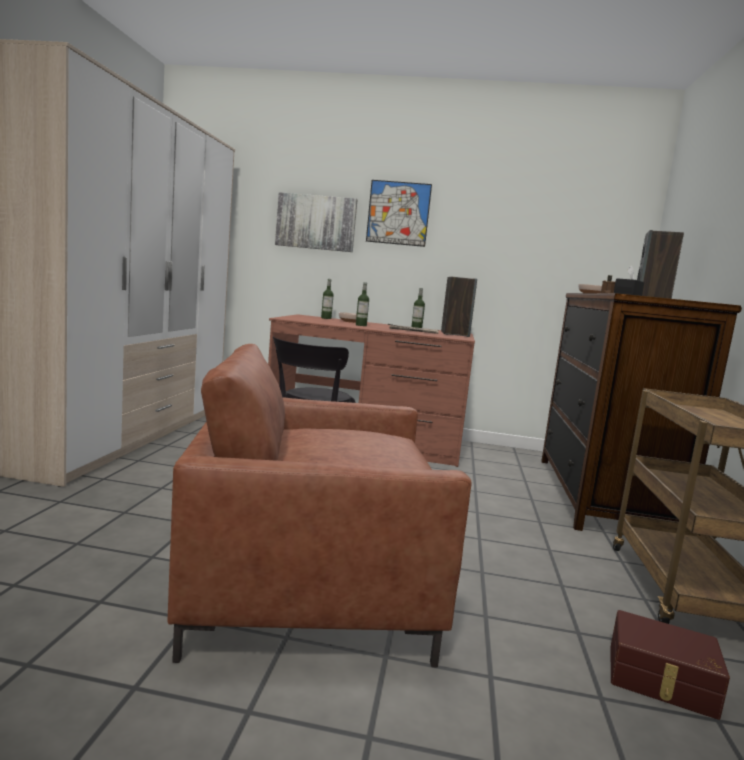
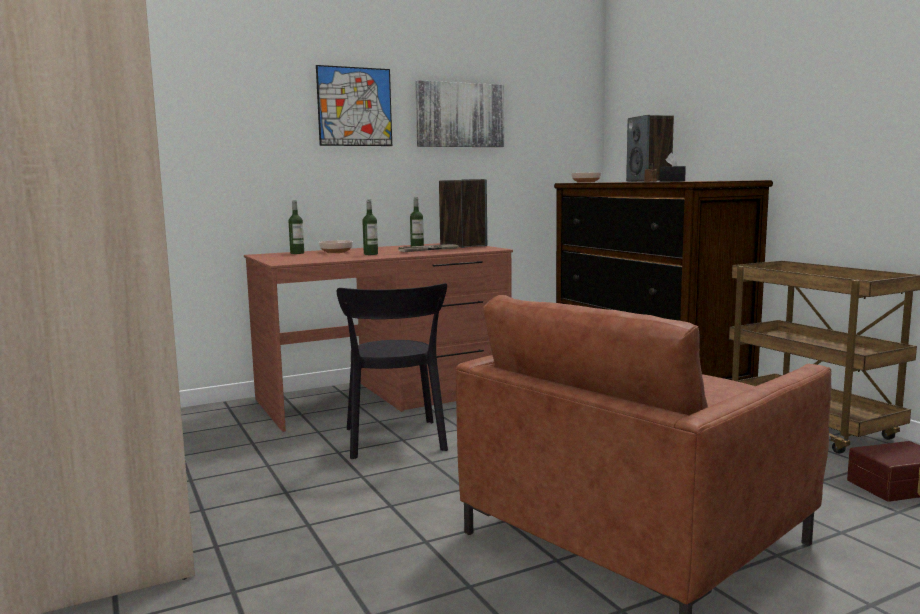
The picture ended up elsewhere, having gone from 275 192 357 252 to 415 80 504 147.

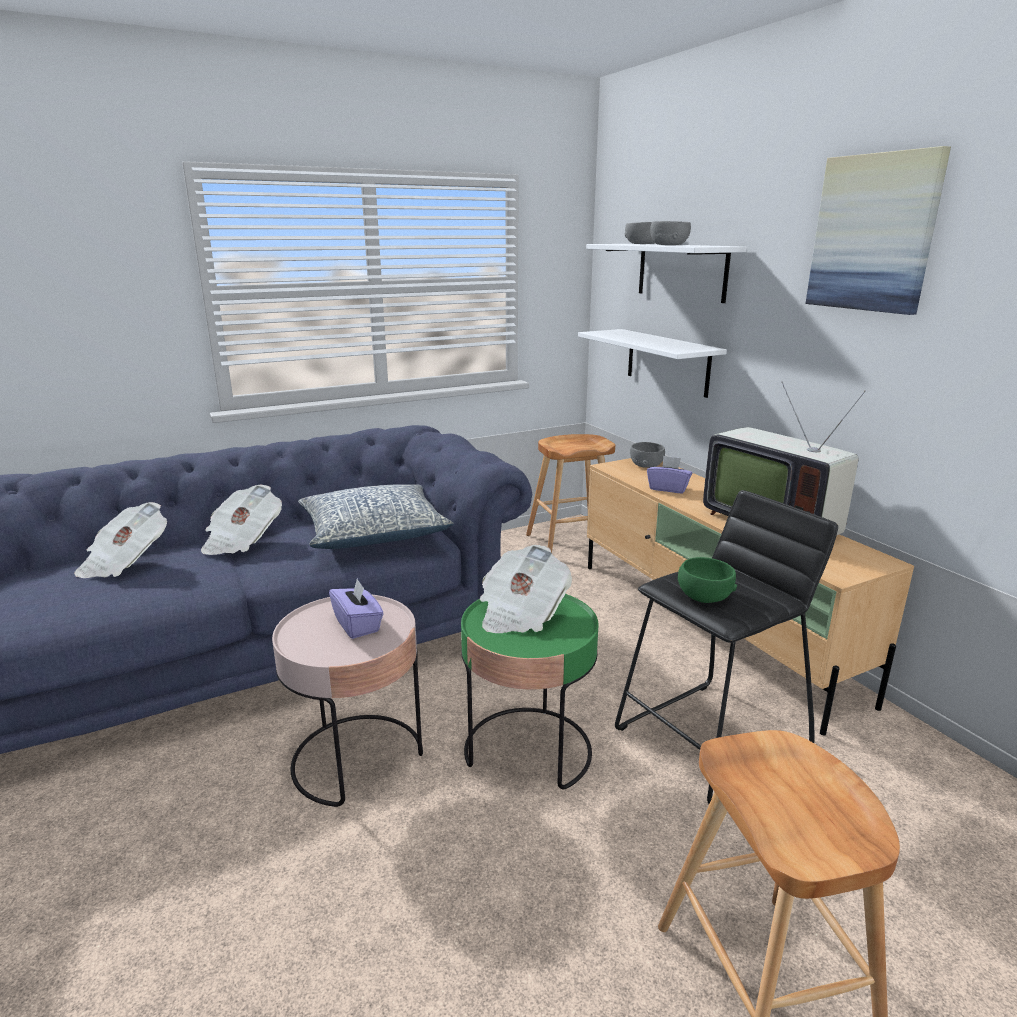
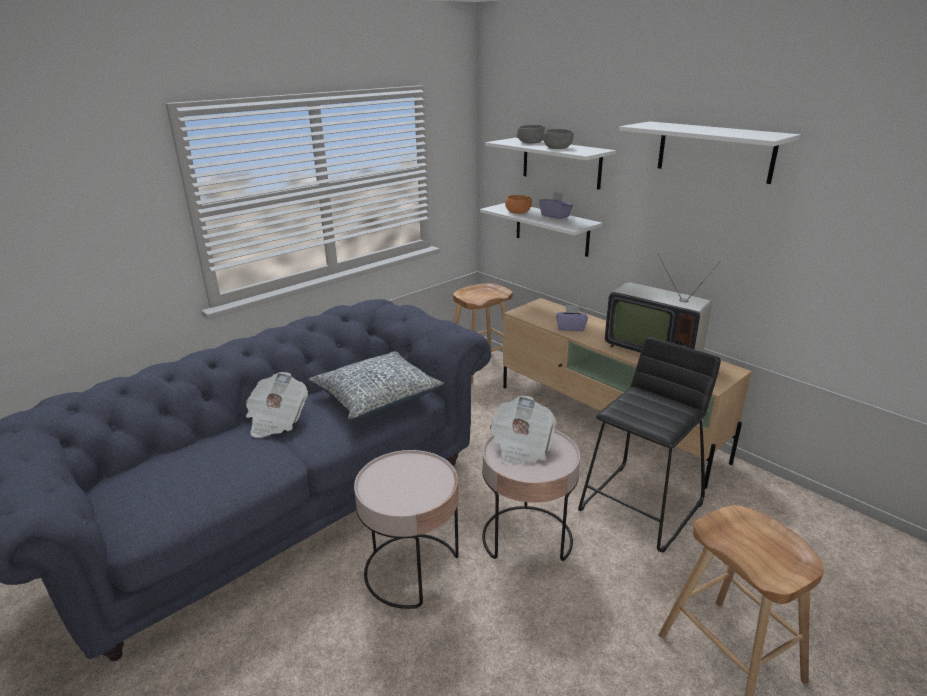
The second view lost the newspaper at 74 502 167 578.
The second view lost the bowl/grey at 630 442 665 468.
The second view lost the bowl/green at 678 557 737 603.
The second view gained the bowl/orange at 505 195 532 214.
The tissue box/purple ended up elsewhere, having gone from 329 578 384 639 to 539 192 573 219.
Where the picture hung at 805 146 951 315, the shelf/white came to hang at 619 121 801 184.
What was the side table/green at 461 594 598 789 turned into the side table/pink at 482 429 580 561.

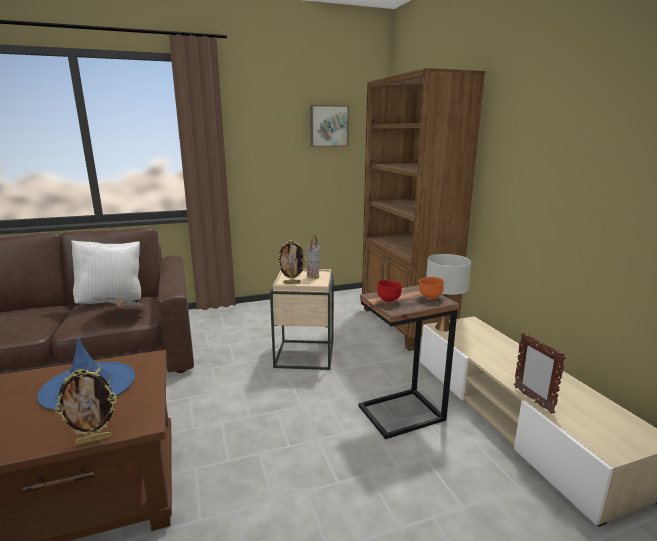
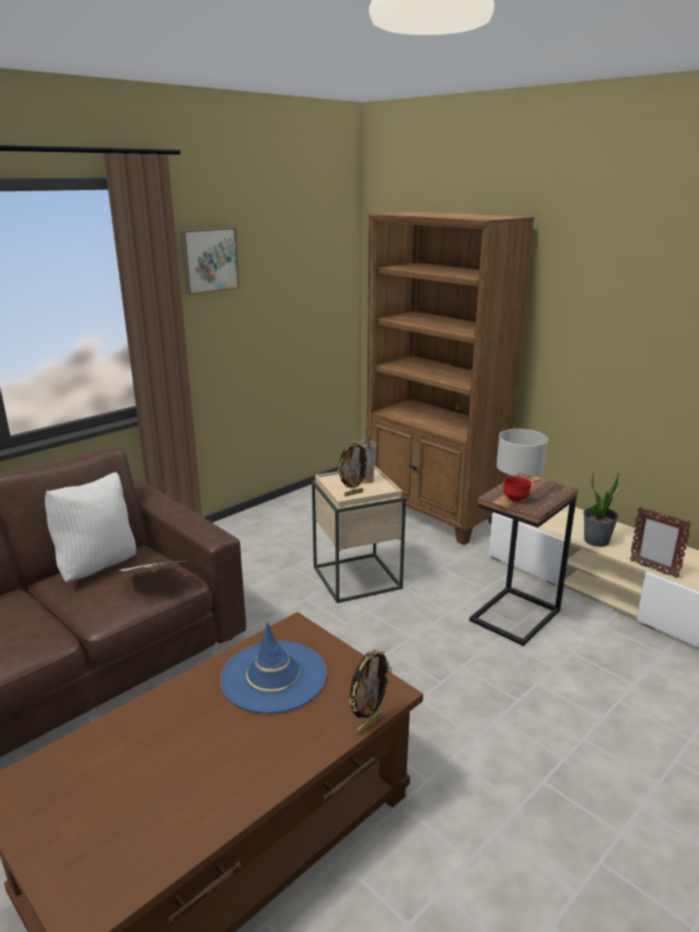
The second view lost the bowl/orange at 419 277 444 299.
The second view gained the potted plant at 583 471 619 547.
The picture ended up elsewhere, having gone from 310 105 349 147 to 180 227 240 295.

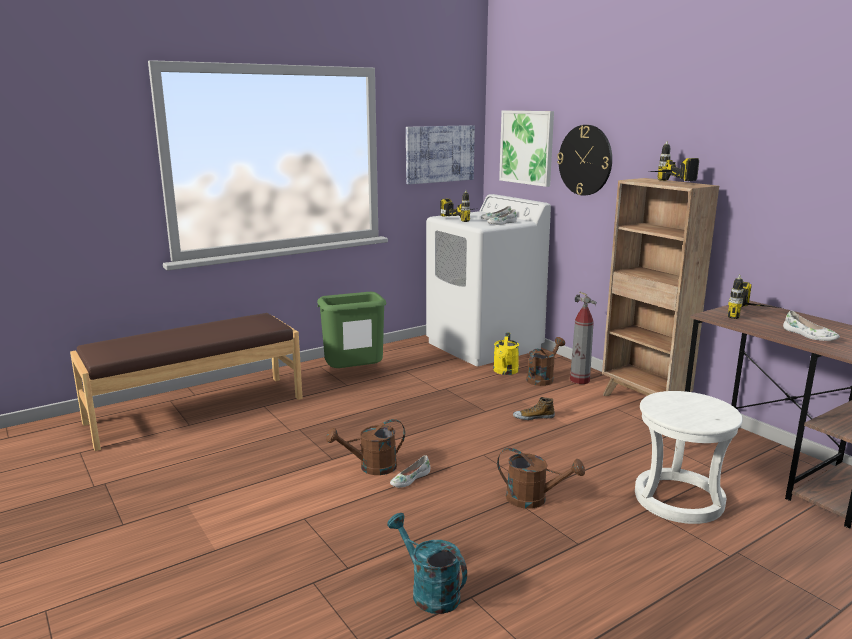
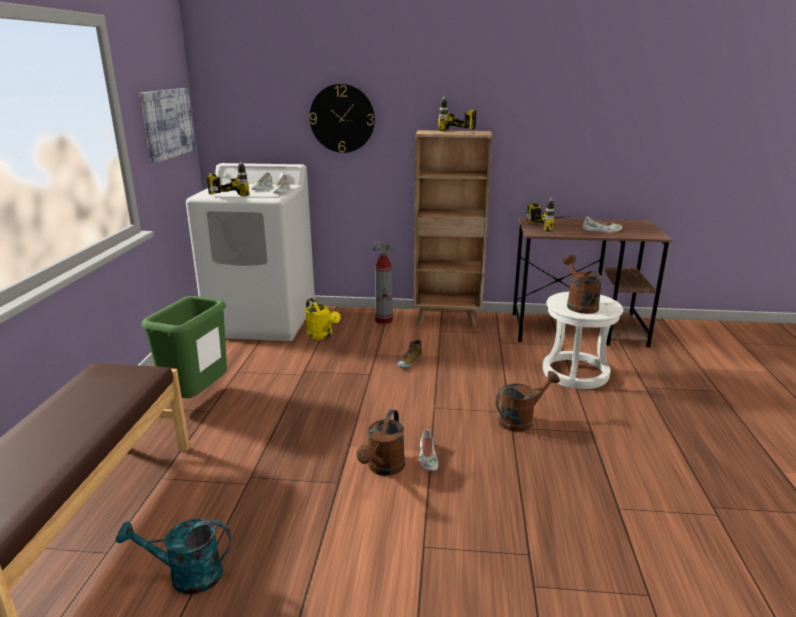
The second view lost the picture at 499 111 554 187.
The watering can/turquoise ended up elsewhere, having gone from 387 513 467 614 to 116 519 231 594.
The watering can/brown ended up elsewhere, having gone from 526 337 565 386 to 563 255 603 314.

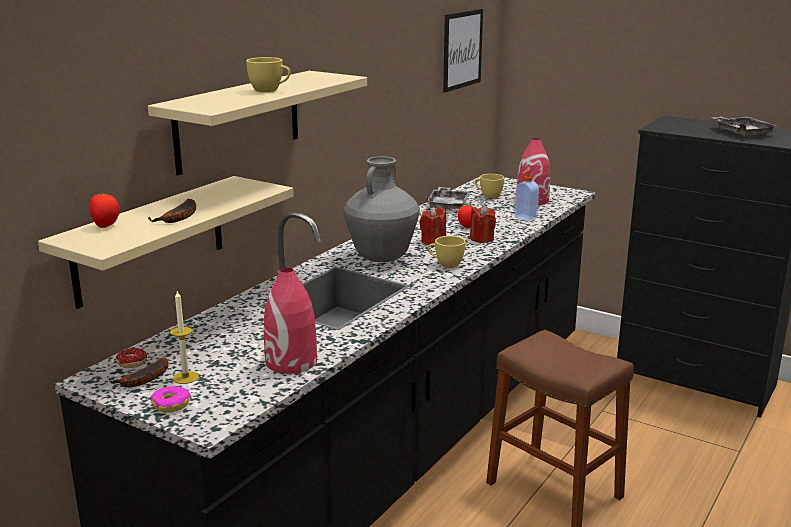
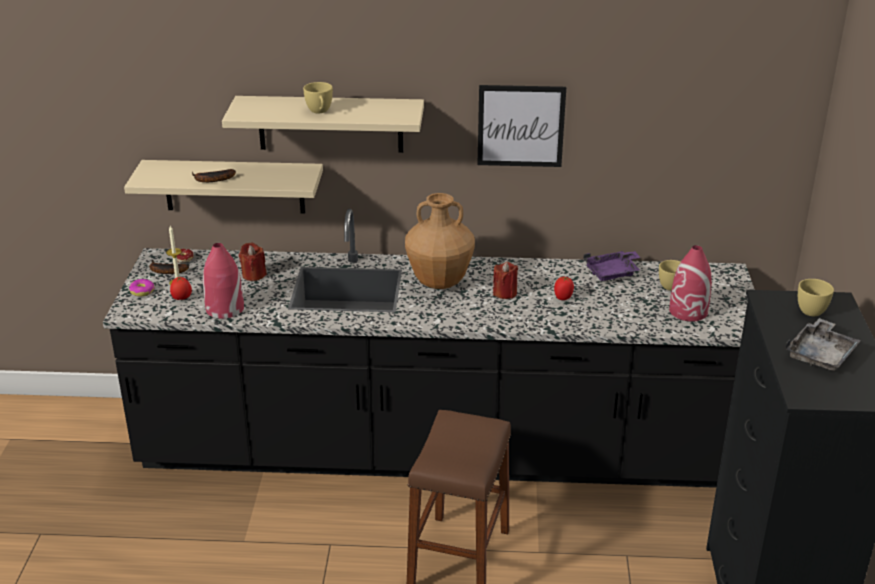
The second view lost the soap dispenser at 514 170 539 221.
The tomato ended up elsewhere, having gone from 90 193 120 228 to 170 277 192 300.
The cup/yellow ended up elsewhere, having gone from 427 236 465 268 to 798 279 834 316.
The picture ended up elsewhere, having gone from 443 9 483 93 to 477 85 566 167.
The candle/red ended up elsewhere, having gone from 470 205 496 243 to 239 243 267 281.
What was the vase/grey at 343 156 420 262 turned into the vase/brown at 405 193 475 289.
What was the tray/grey at 426 187 471 210 turned into the tray/purple at 583 251 641 281.

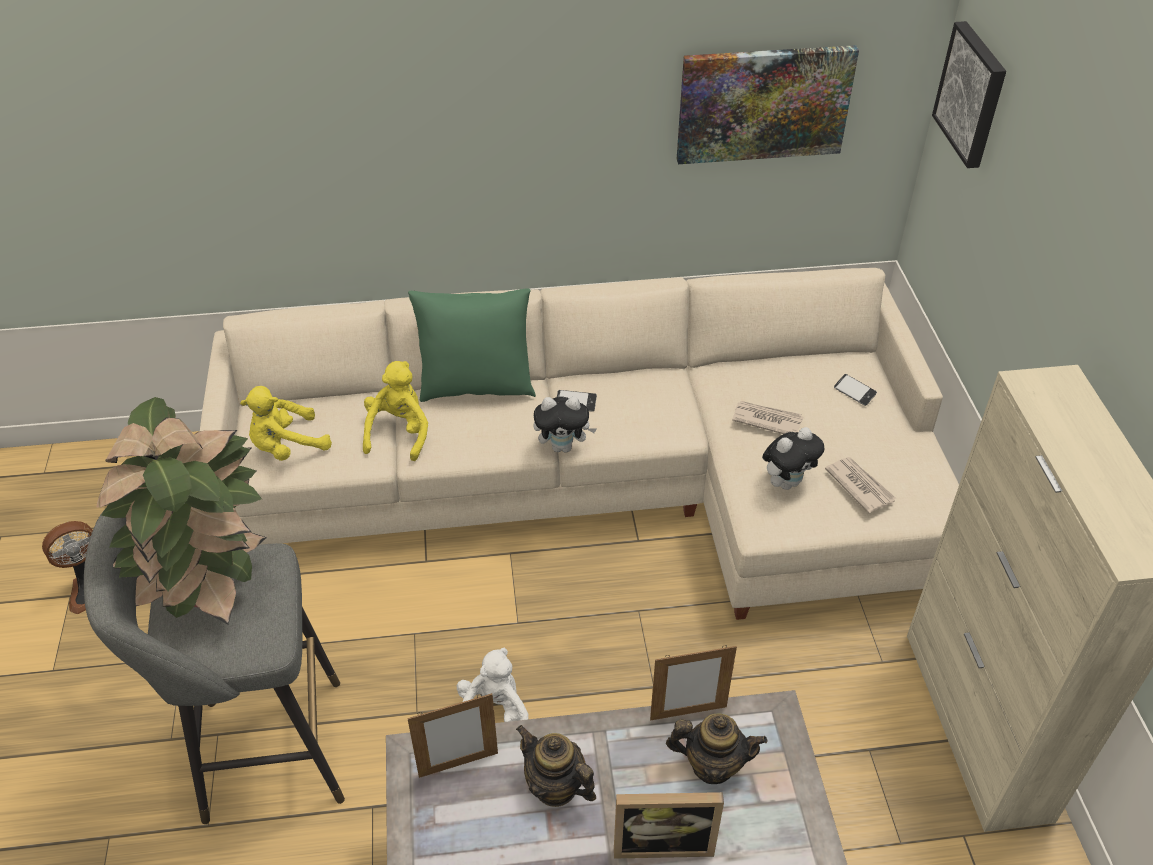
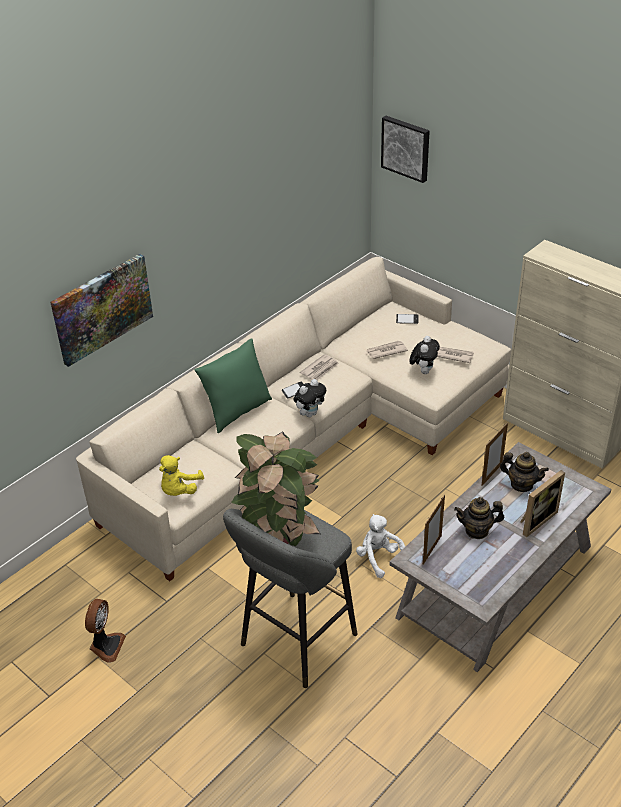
The second view lost the plush toy/yellow at 363 361 428 461.
The second view gained the newspaper at 300 354 339 380.
The picture ended up elsewhere, having gone from 677 45 859 164 to 50 254 153 367.
The teapot at 666 713 767 784 ended up facing another way, 60 degrees clockwise from before.

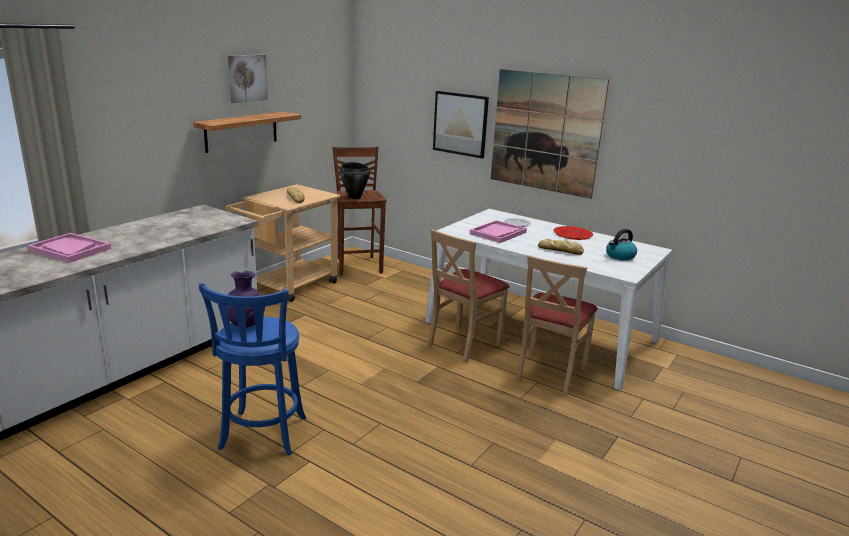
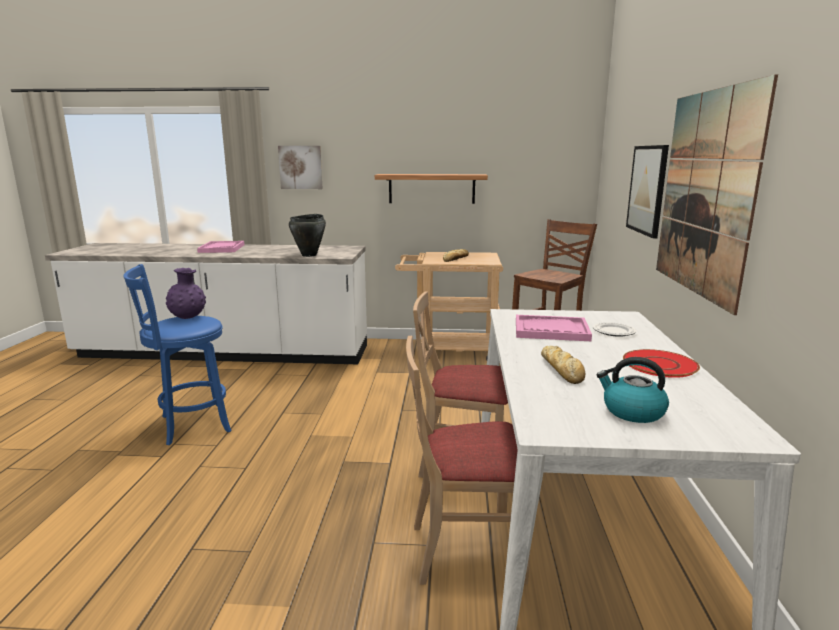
The picture ended up elsewhere, having gone from 228 55 268 103 to 278 146 323 189.
The cooking pot/black ended up elsewhere, having gone from 340 162 370 199 to 289 214 326 257.

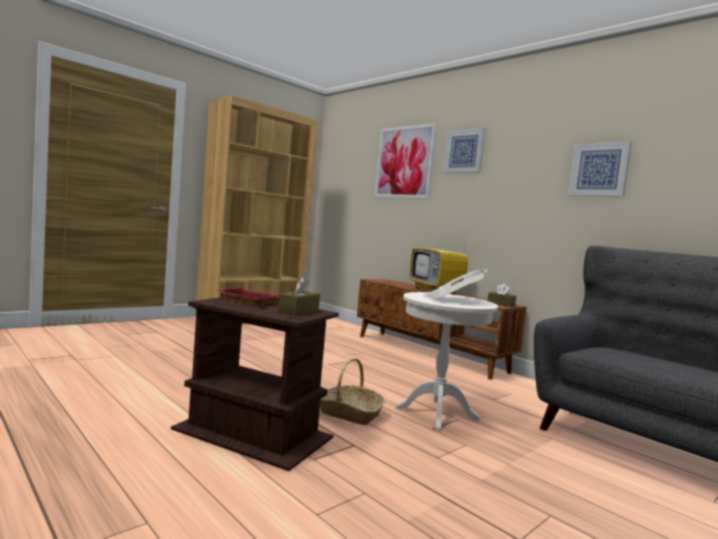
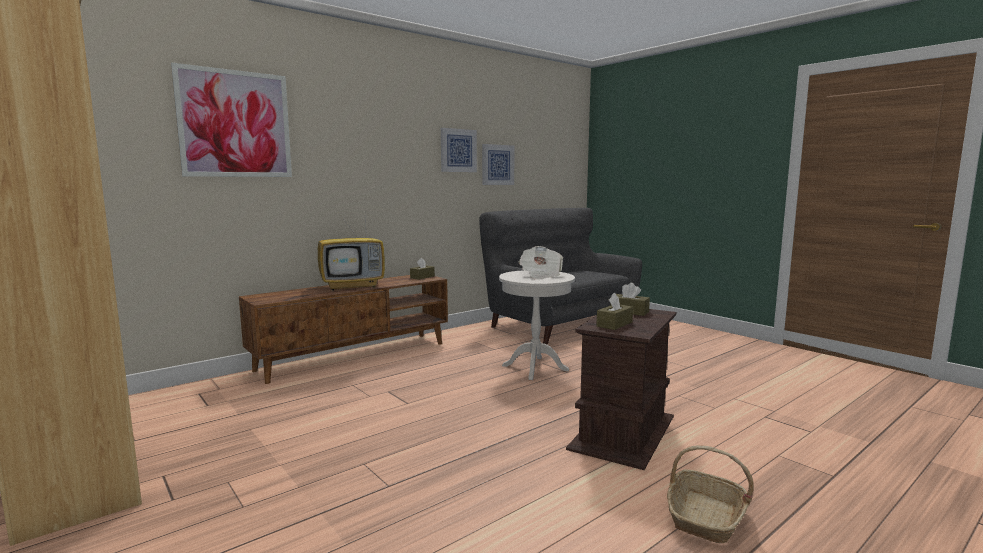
The basket ended up elsewhere, having gone from 320 358 386 425 to 667 445 754 543.
The picture ended up elsewhere, having gone from 443 128 486 173 to 482 144 515 185.
Where the tray/red stood at 215 288 280 307, the tissue box/brown came to stand at 596 292 633 330.

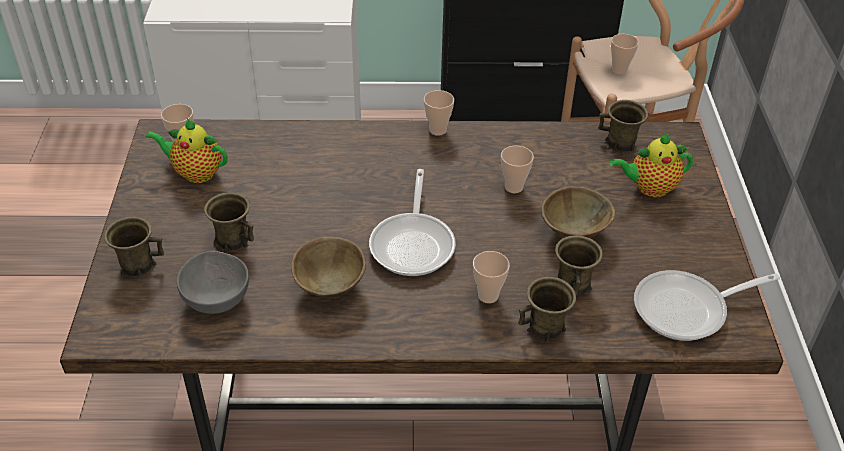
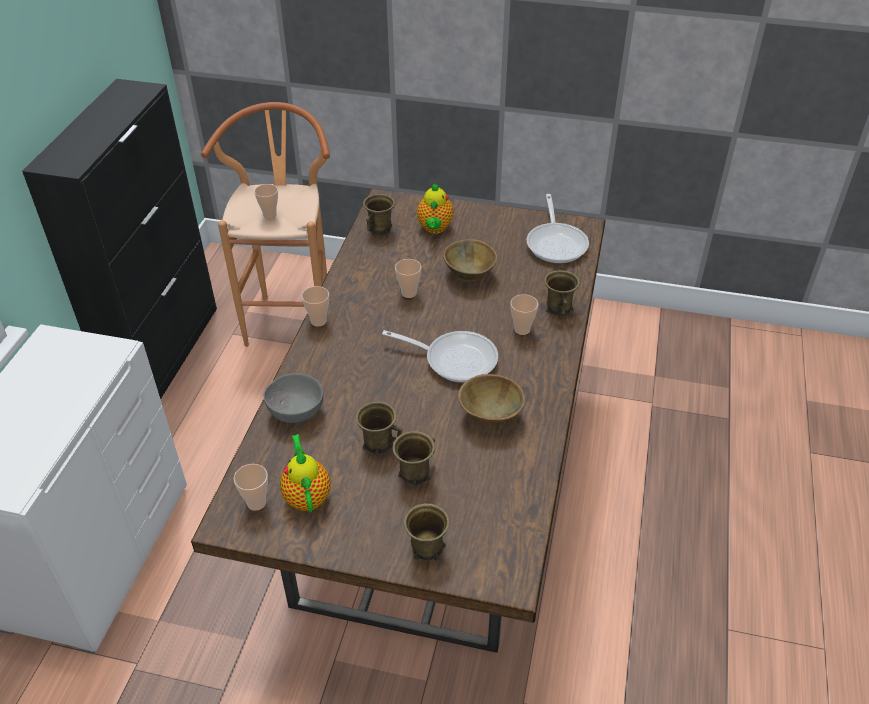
The bowl/grey ended up elsewhere, having gone from 177 251 249 314 to 264 373 324 423.
The mug/brown ended up elsewhere, having gone from 555 235 603 296 to 356 401 403 456.
The teapot at 145 118 227 183 ended up facing another way, 135 degrees clockwise from before.

